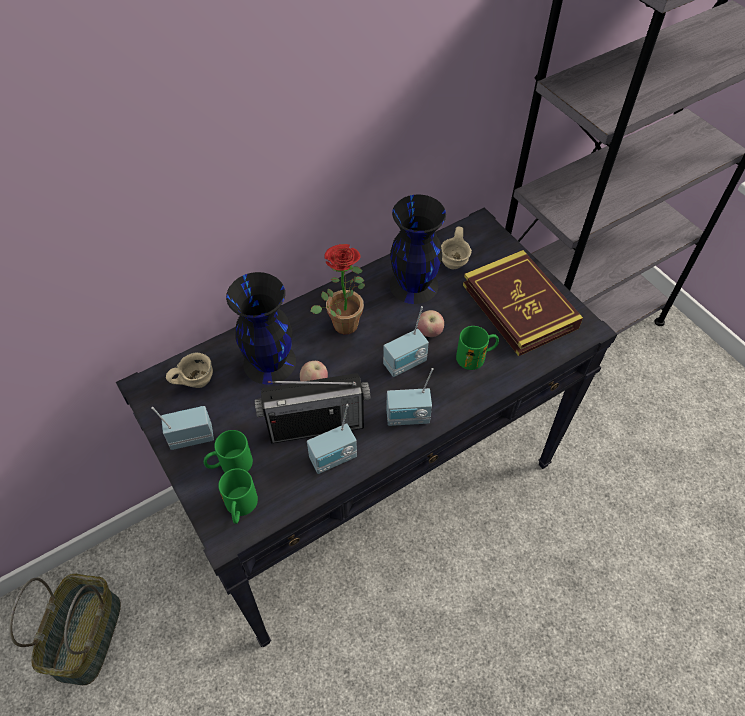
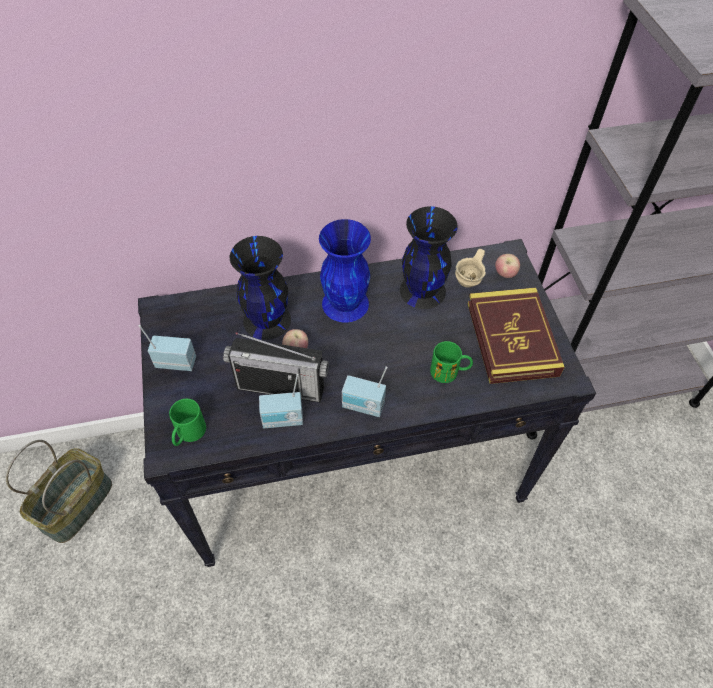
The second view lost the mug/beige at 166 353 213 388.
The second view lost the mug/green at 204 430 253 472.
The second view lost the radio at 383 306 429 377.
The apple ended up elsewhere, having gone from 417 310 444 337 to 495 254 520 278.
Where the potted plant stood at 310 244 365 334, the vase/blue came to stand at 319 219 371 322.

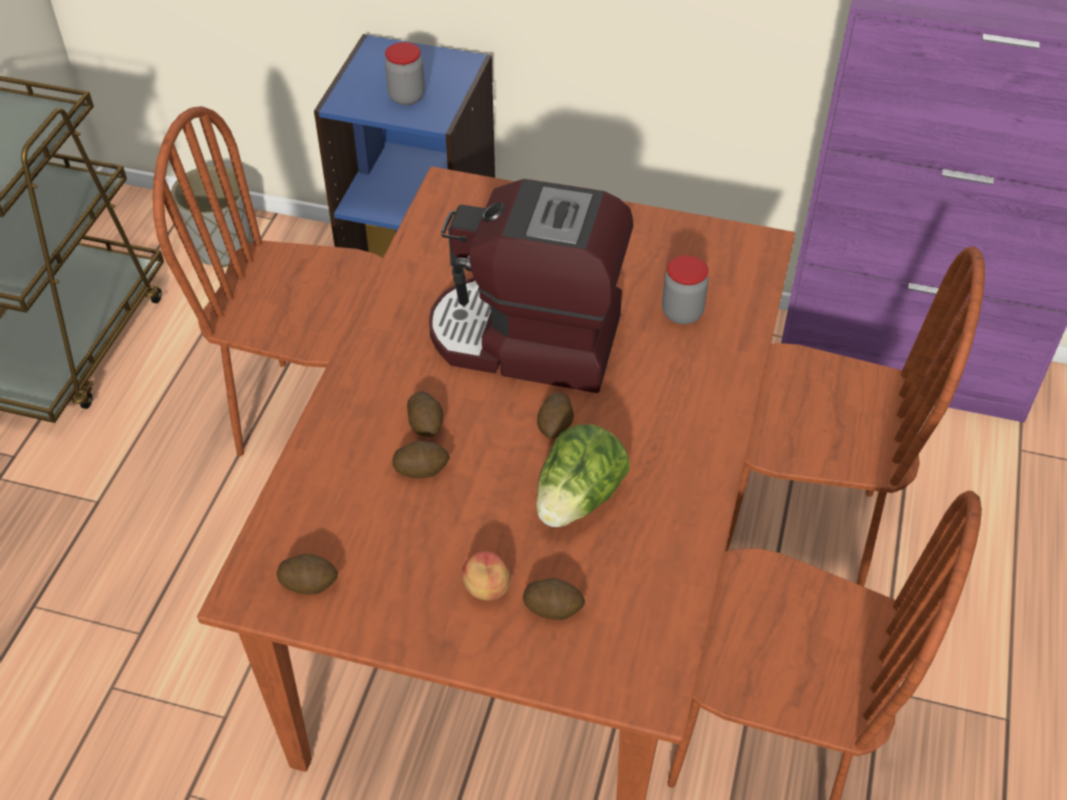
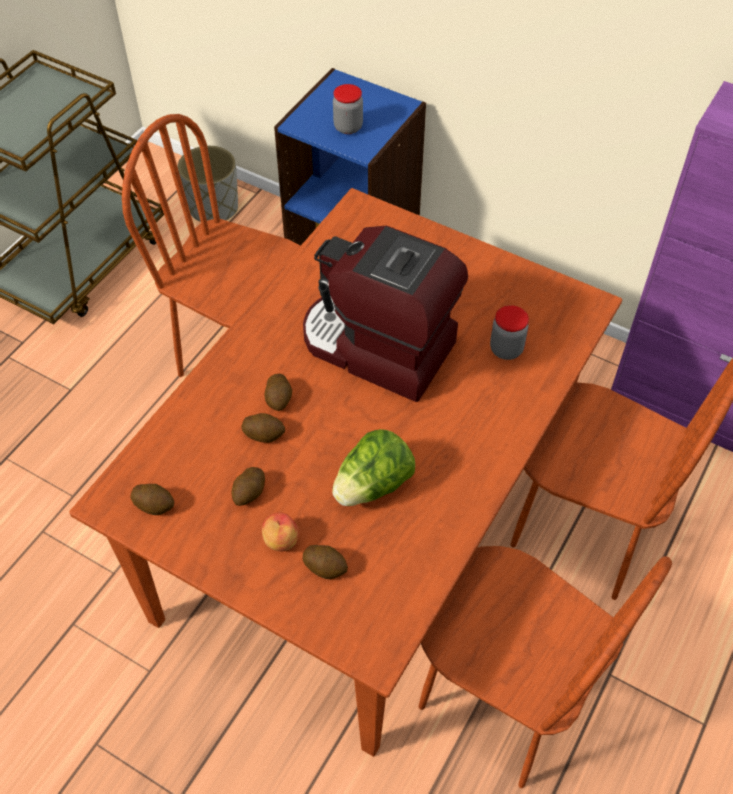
The potato ended up elsewhere, having gone from 537 393 574 439 to 232 467 265 506.

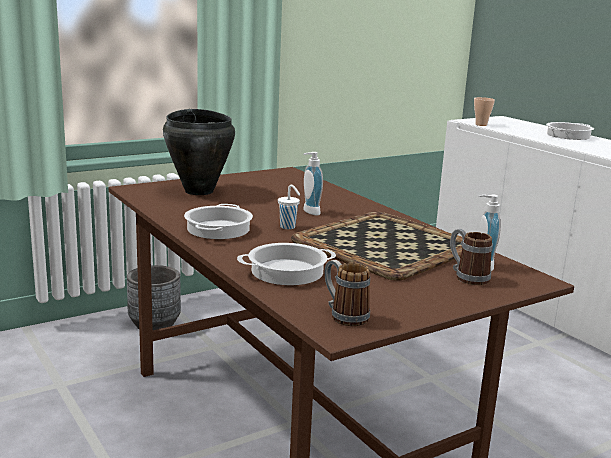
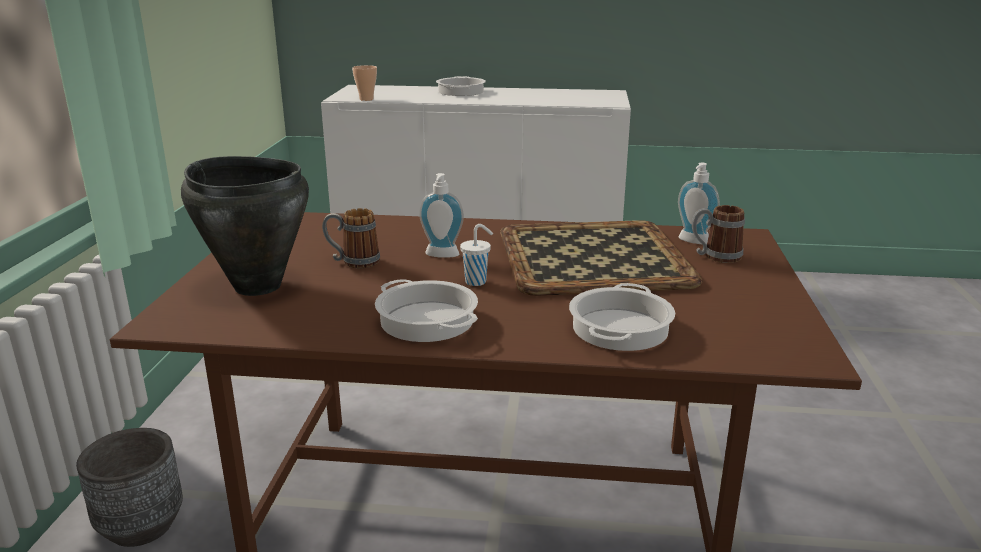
The mug ended up elsewhere, having gone from 325 260 370 326 to 322 208 380 268.

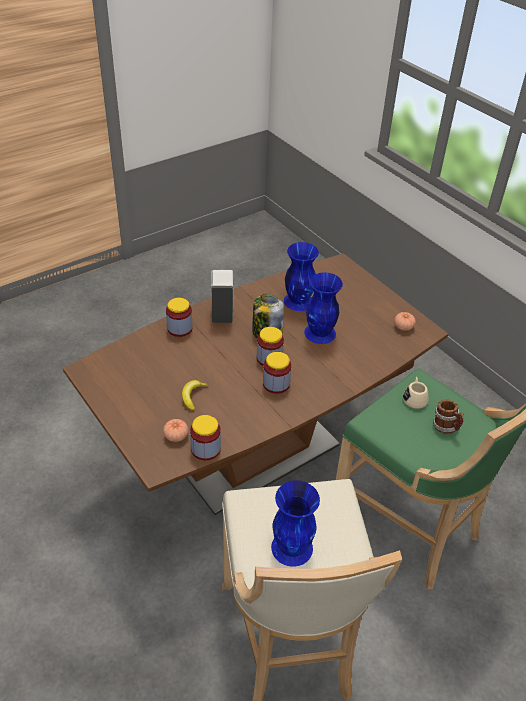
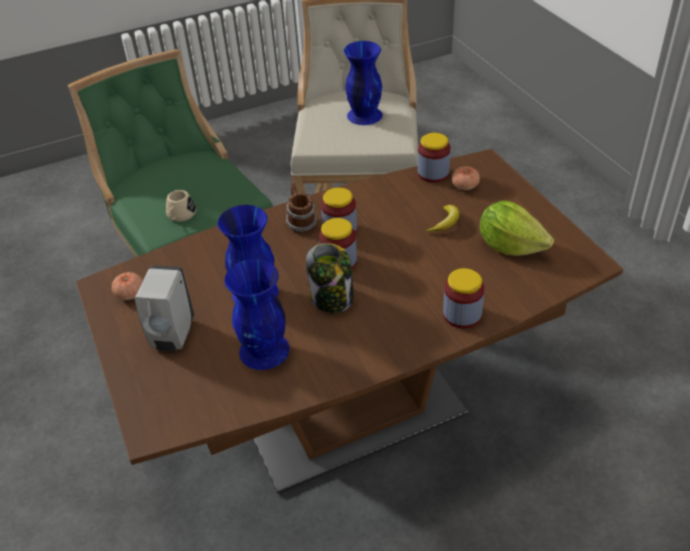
The second view gained the lettuce at 479 200 554 256.
The soap dispenser/white ended up elsewhere, having gone from 211 270 234 323 to 135 265 194 352.
The mug ended up elsewhere, having gone from 433 399 464 434 to 286 182 317 233.

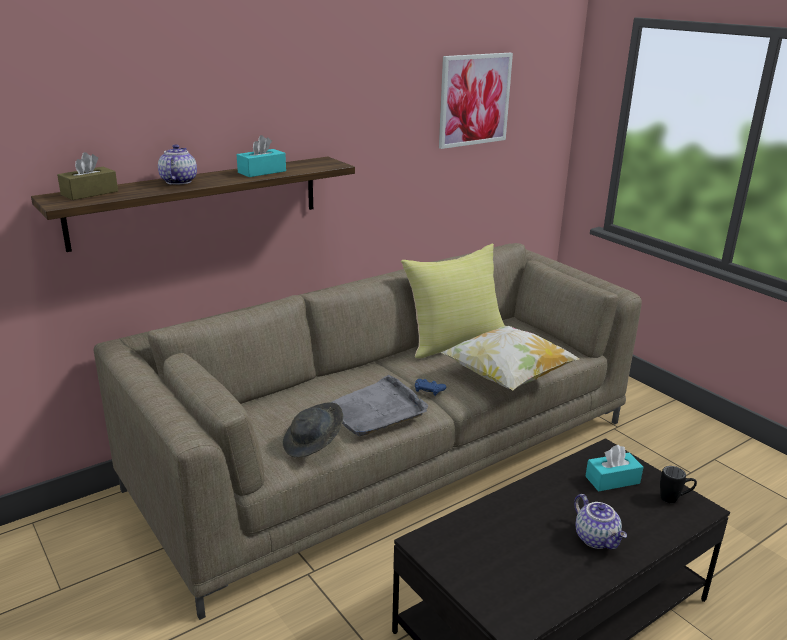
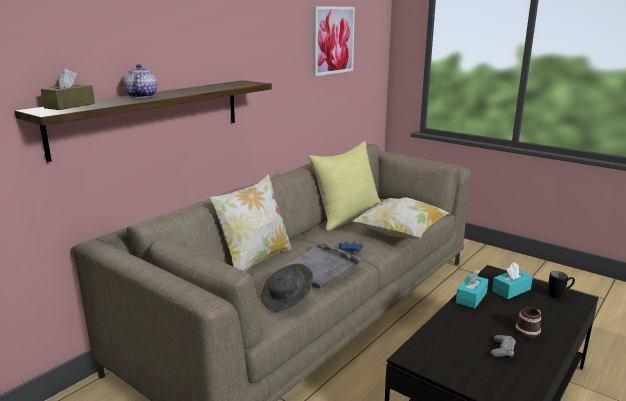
The second view gained the pillow at 210 174 292 271.
The second view gained the game controller/grey at 491 335 516 358.
The tissue box/turquoise ended up elsewhere, having gone from 237 135 286 177 to 456 270 488 309.
Where the teapot stood at 574 494 627 550, the mug came to stand at 516 308 541 338.

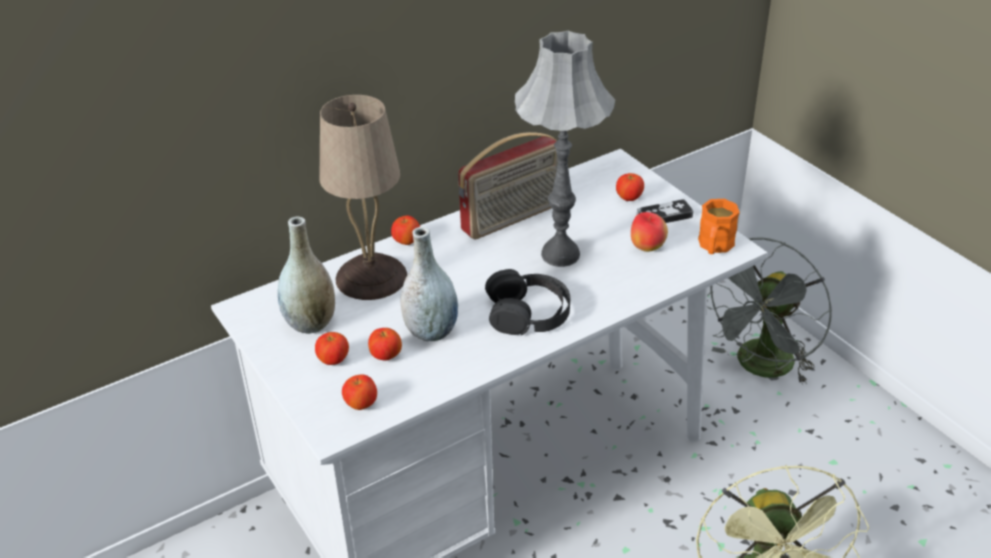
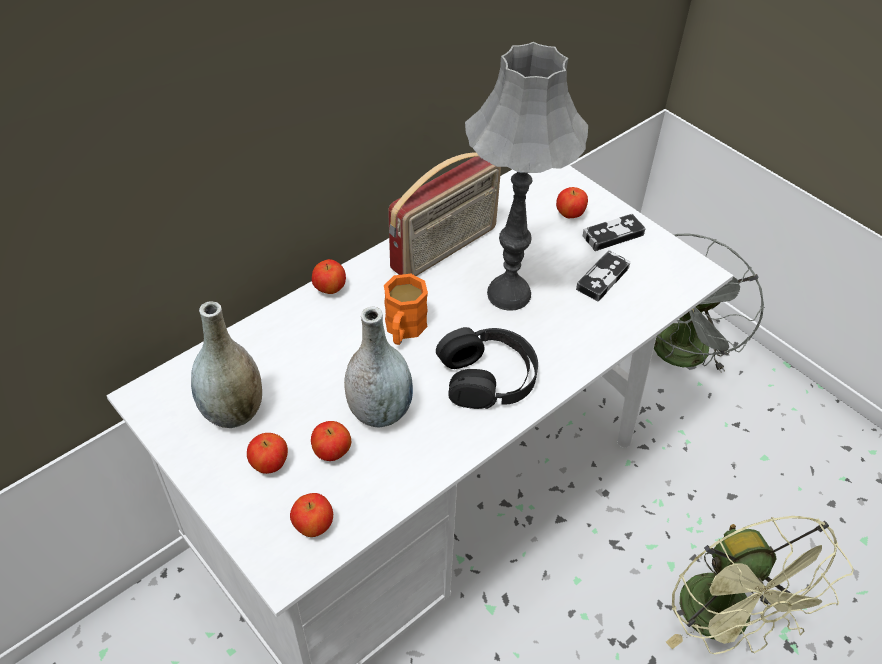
The second view lost the table lamp/beige at 320 95 407 300.
The mug/orange ended up elsewhere, having gone from 698 199 740 254 to 384 274 428 345.
Where the apple stood at 631 212 668 252, the game controller came to stand at 576 250 630 301.

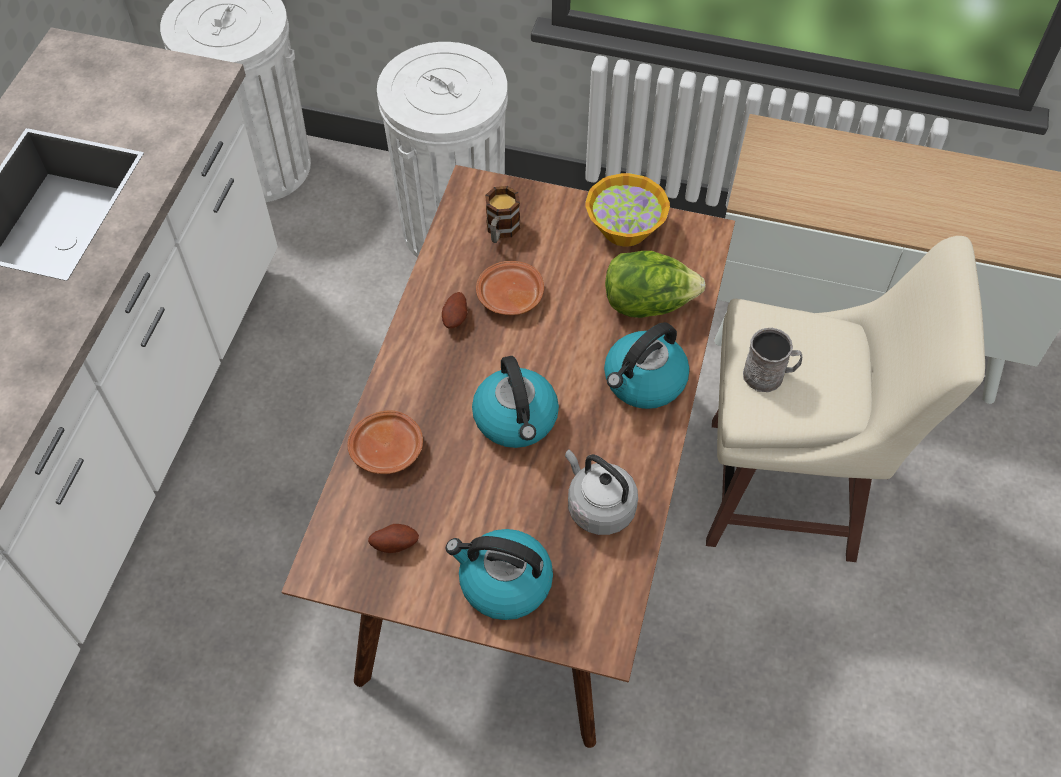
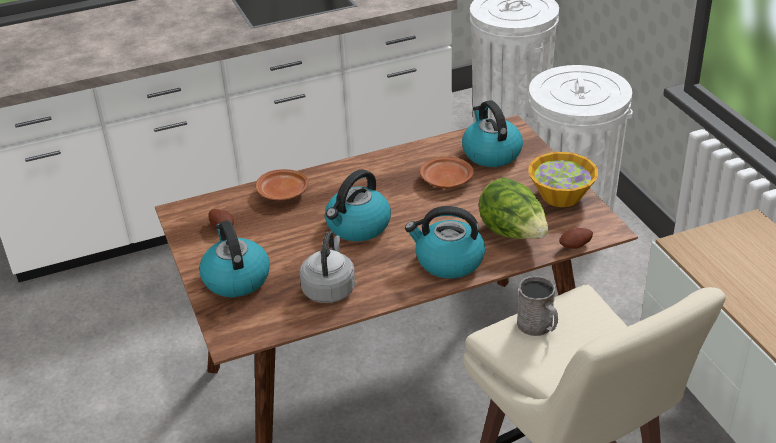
The potato ended up elsewhere, having gone from 442 292 468 328 to 559 228 593 249.
Where the mug stood at 485 186 520 243, the kettle came to stand at 462 100 523 167.

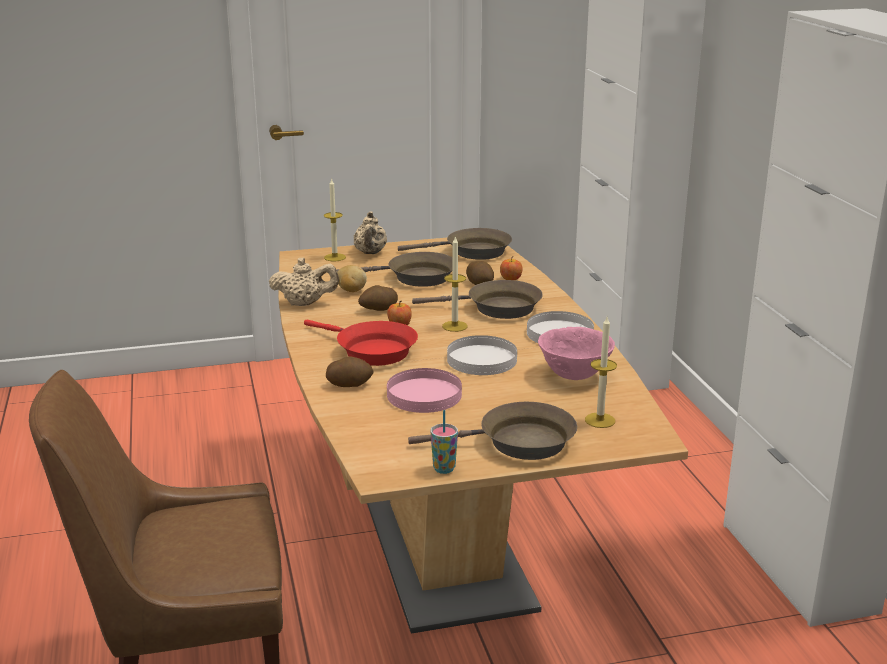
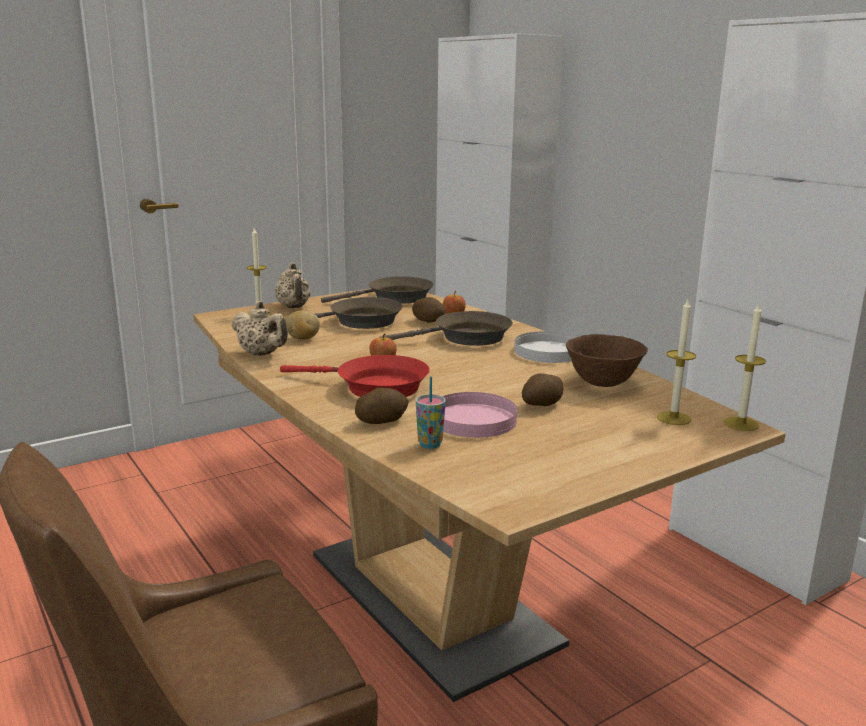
The second view lost the frying pan/brown at 408 402 577 460.
The second view lost the plate/white at 447 335 517 375.
The potato ended up elsewhere, having gone from 358 285 398 311 to 522 373 563 406.
The cup ended up elsewhere, having gone from 431 410 458 474 to 416 376 446 449.
The candle ended up elsewhere, having gone from 442 236 468 332 to 723 303 766 431.
What was the bowl/pink at 538 327 615 380 turned into the bowl/brown at 566 334 648 387.
The teapot/beige at 269 258 339 306 ended up facing another way, 60 degrees clockwise from before.

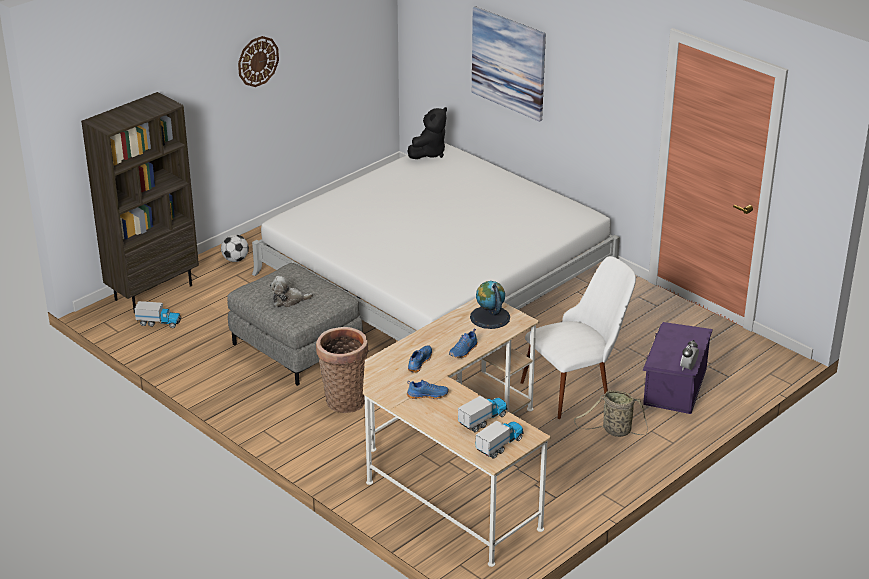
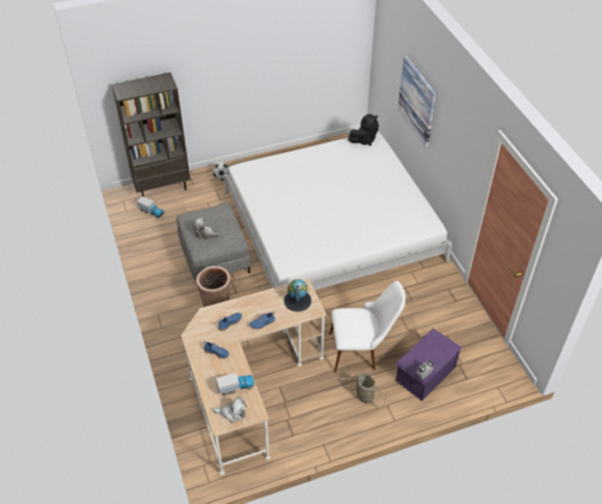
The second view lost the wall clock at 238 36 279 87.
Where the toy truck stood at 475 420 524 459, the plush toy came to stand at 213 397 246 423.

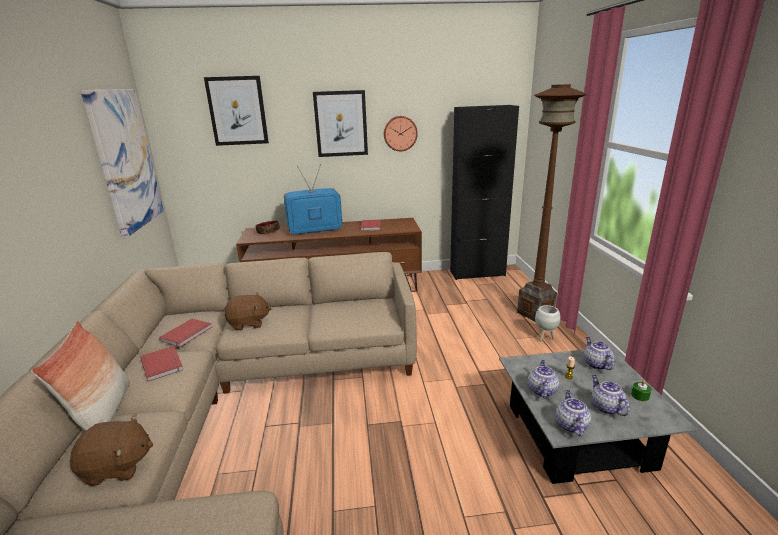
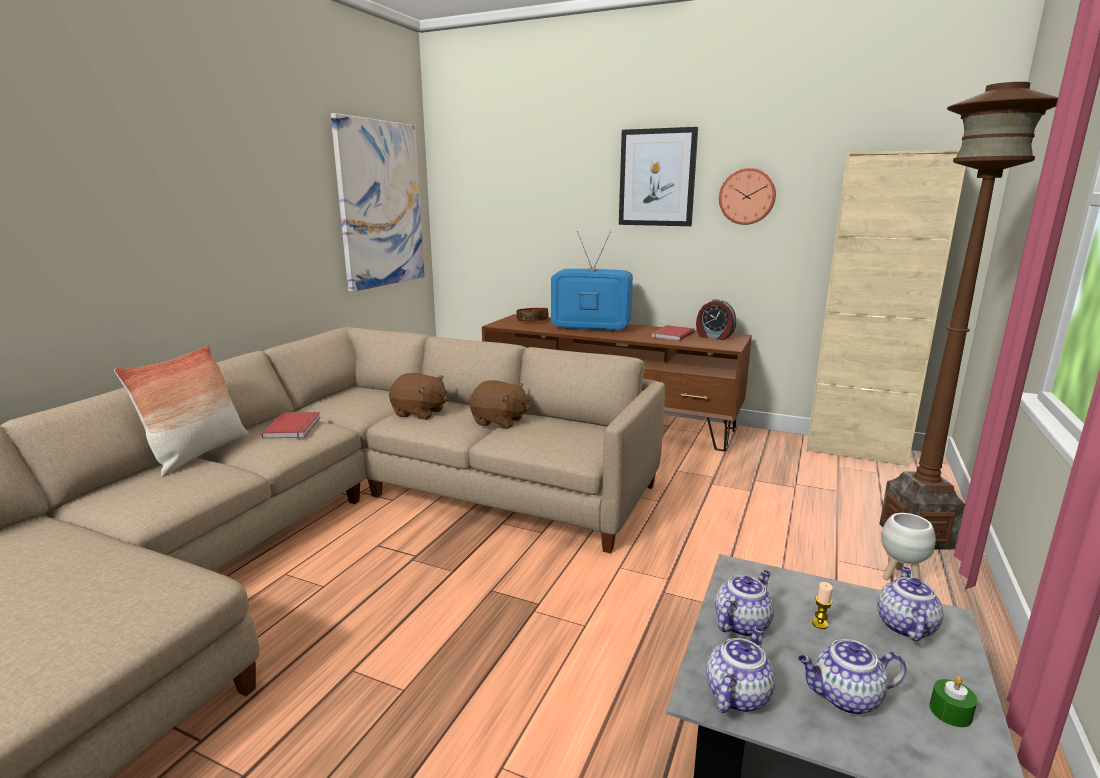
The second view lost the book/red at 159 318 212 347.
The second view lost the picture at 204 76 269 146.
The second view gained the alarm clock at 696 299 736 340.
The plush toy/brown ended up elsewhere, having gone from 70 414 153 486 to 470 380 530 429.
What was the cabinet/black at 450 105 519 280 turned into the cabinet/beige at 806 150 966 467.
The teapot at 592 375 630 416 ended up facing another way, 105 degrees counterclockwise from before.

